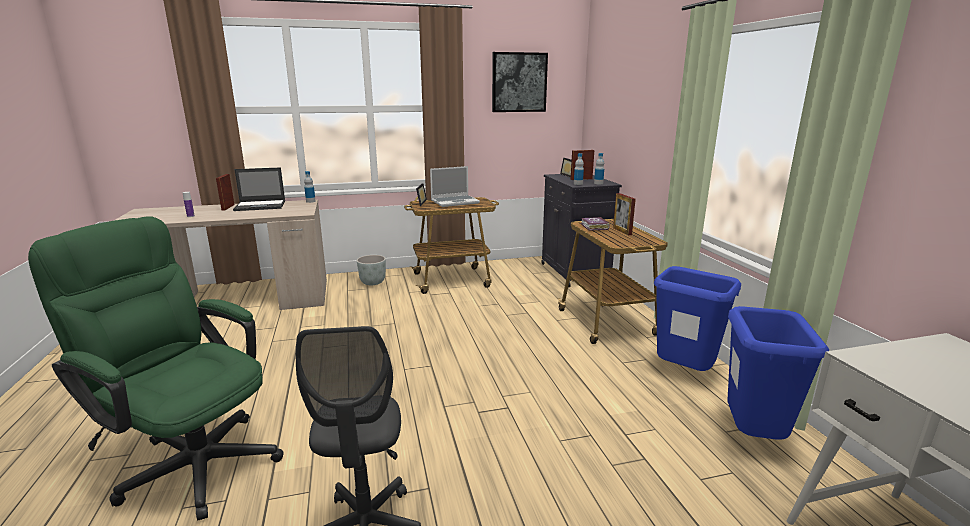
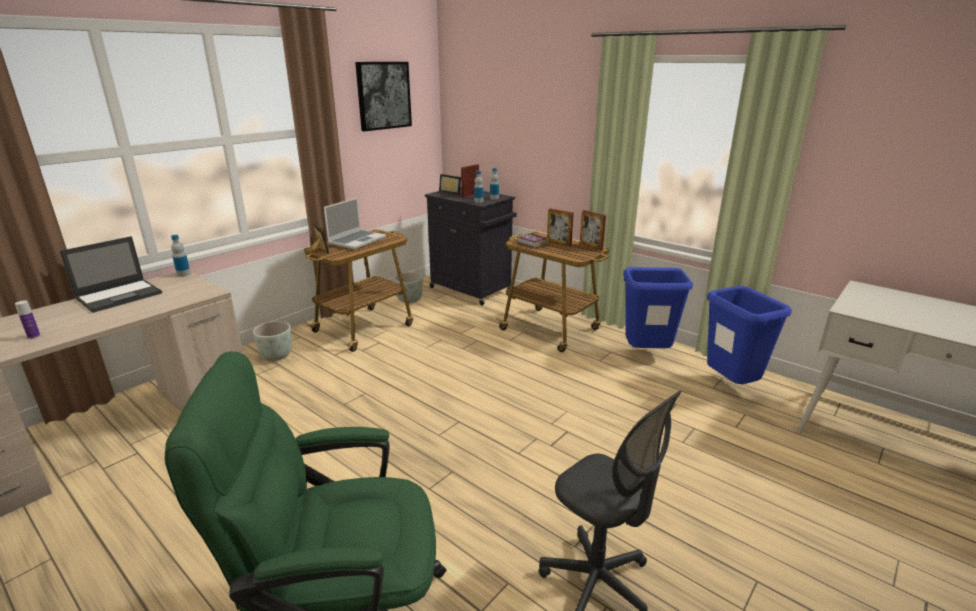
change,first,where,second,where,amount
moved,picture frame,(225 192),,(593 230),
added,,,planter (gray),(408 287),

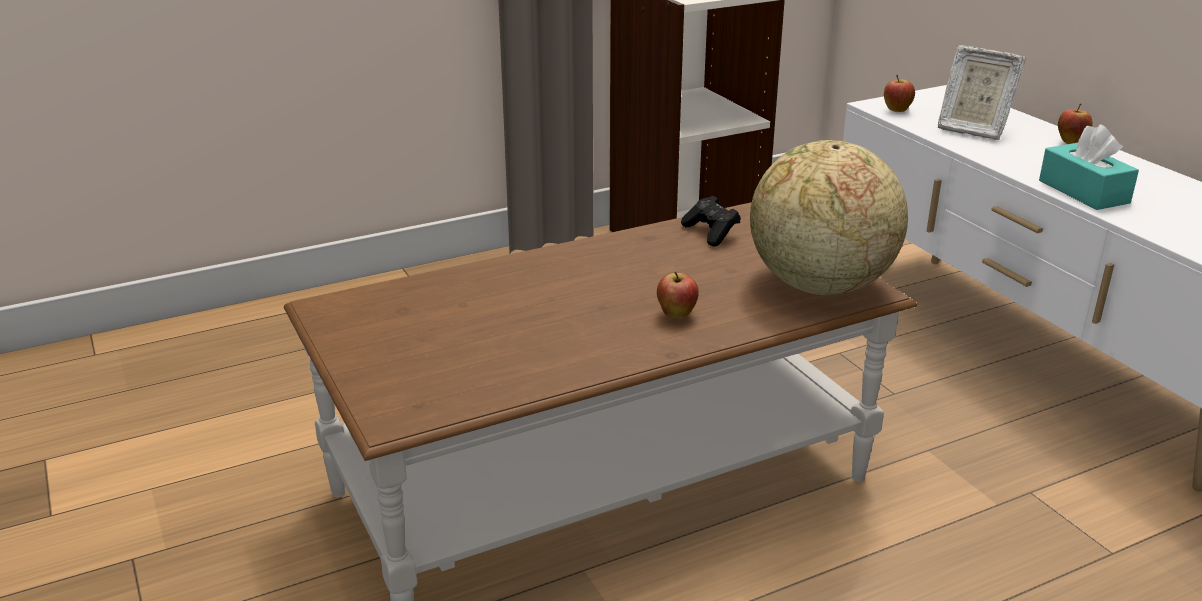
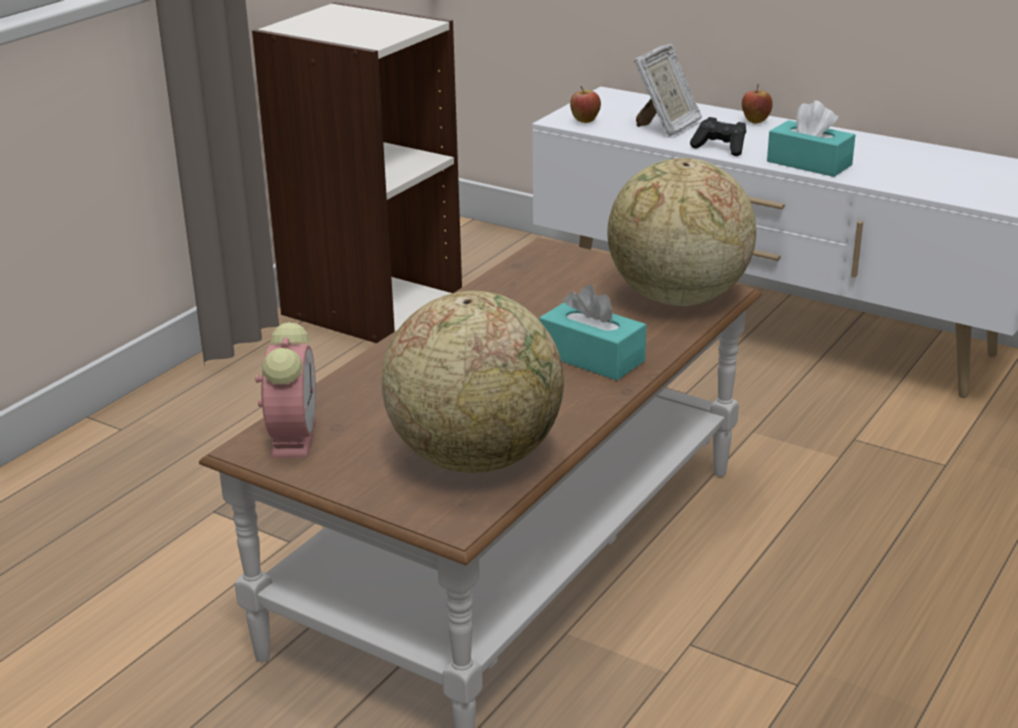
change,first,where,second,where,amount
turned,picture frame,(982 92),,(668 90),60 degrees counterclockwise
moved,gamepad (black-coloured),(711 221),,(718 136),
replaced,apple fruit,(678 295),box of tissues (blue-green),(592 332),
added,,,desk globe,(473 381),
added,,,table clock,(285 390),

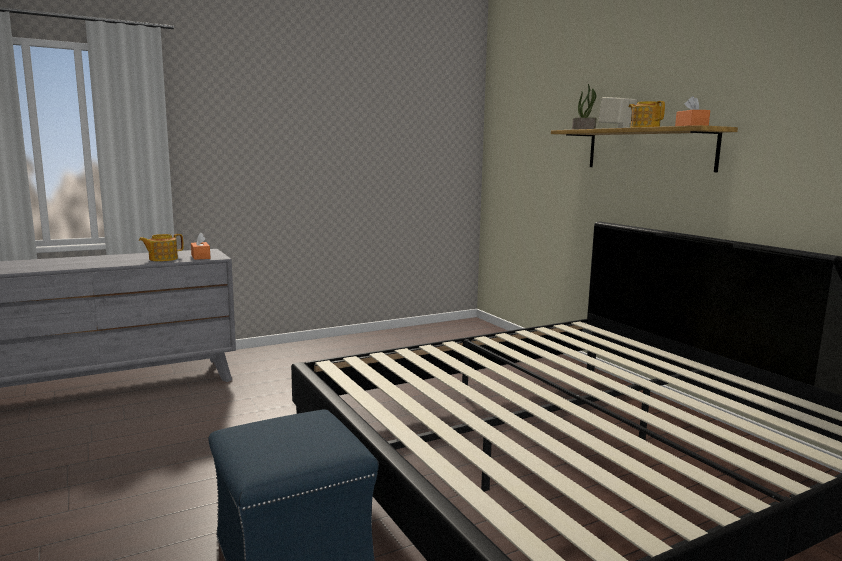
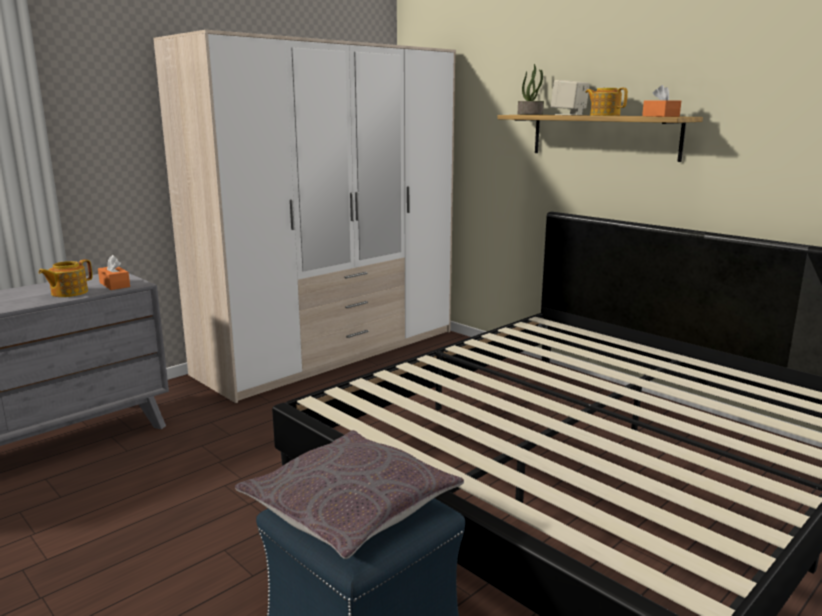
change,first,where,second,where,amount
added,,,armoire,(304 216),
added,,,cushion (gray),(349 494),

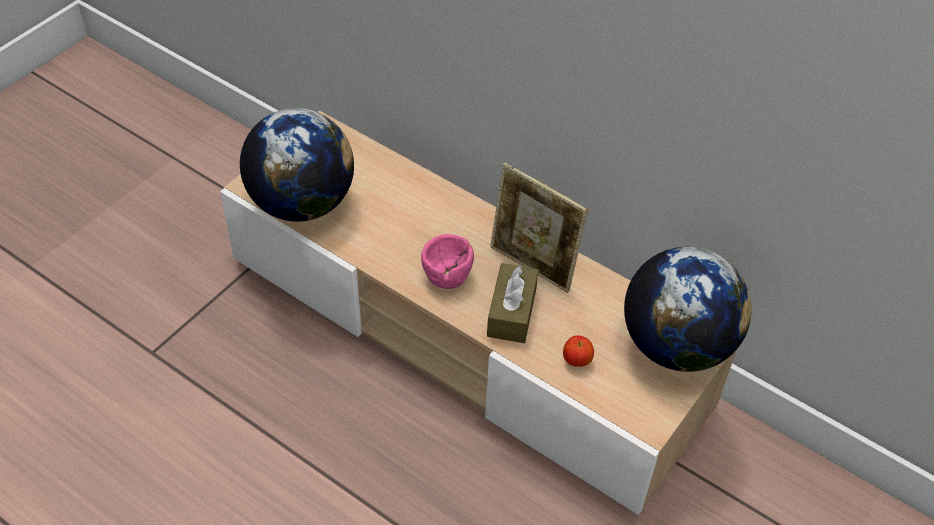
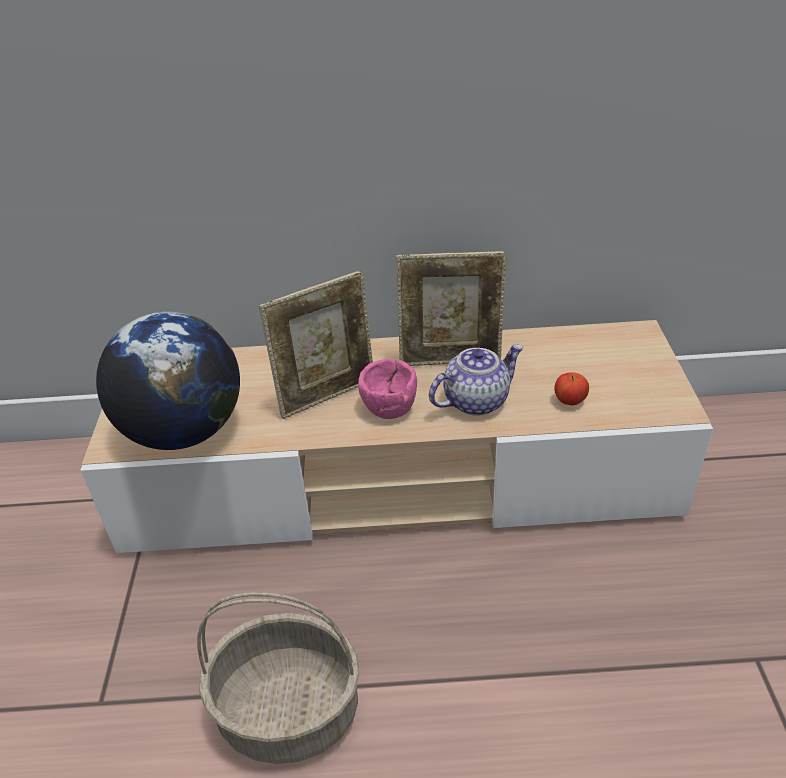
change,first,where,second,where,amount
removed,desk globe,(688 309),,,
replaced,box of tissues (brownish),(512 303),tea pot,(476 380),
added,,,picture frame,(316 344),
added,,,basket,(278 678),

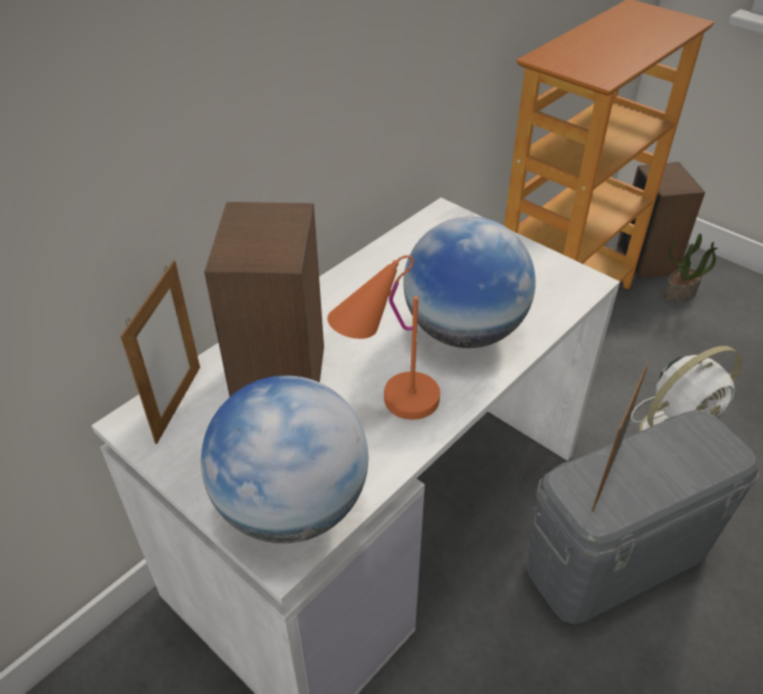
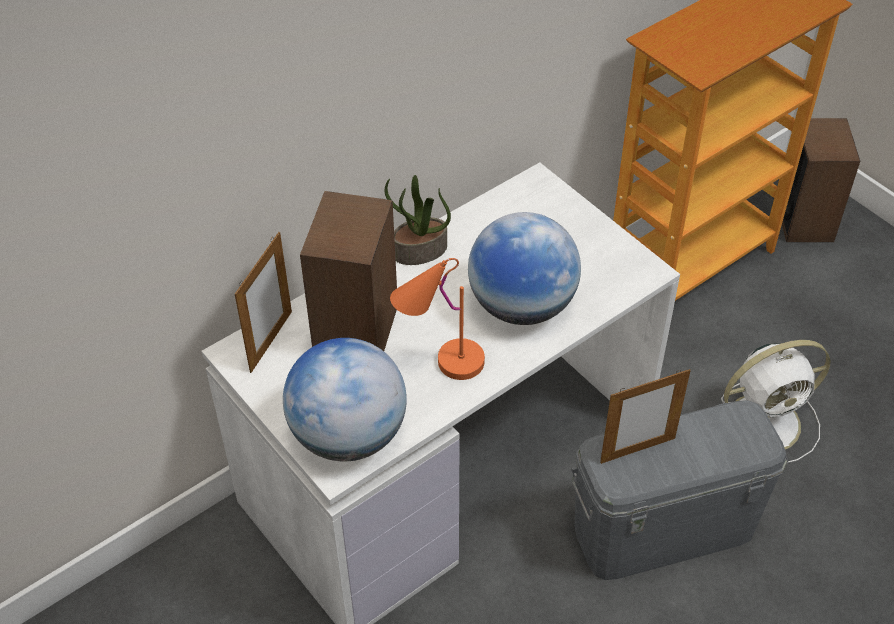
change,first,where,second,where,amount
moved,houseplant,(690 267),,(418 220),
turned,picture frame,(620 437),,(645 416),150 degrees counterclockwise

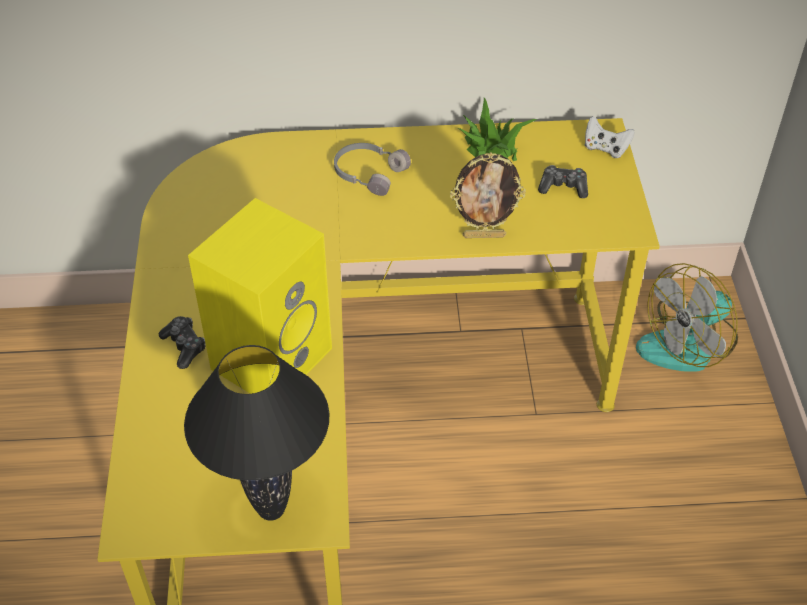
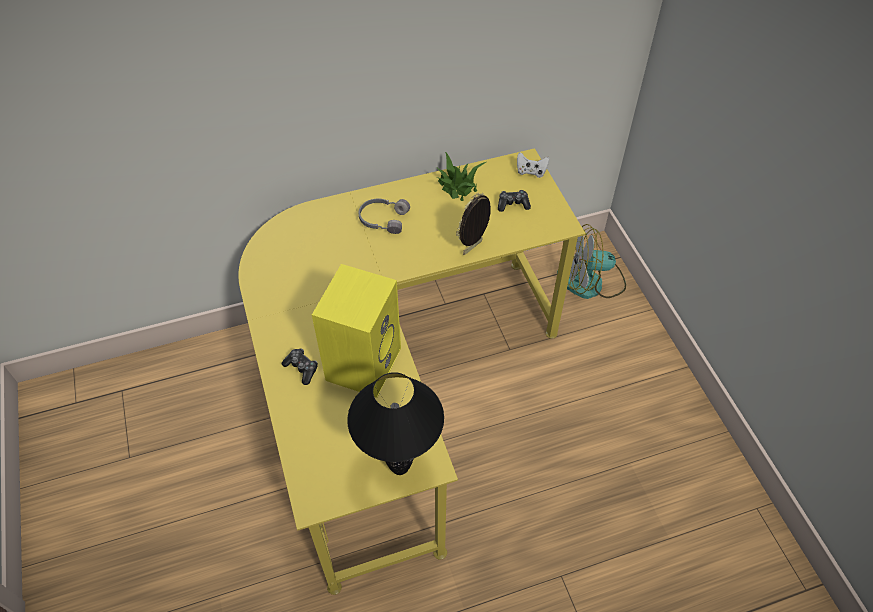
change,first,where,second,where,amount
turned,picture frame,(488 195),,(473 224),150 degrees clockwise
turned,electric fan,(687 317),,(591 261),45 degrees clockwise

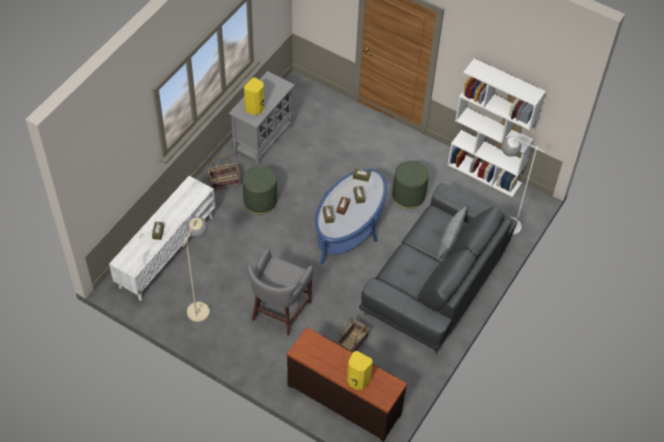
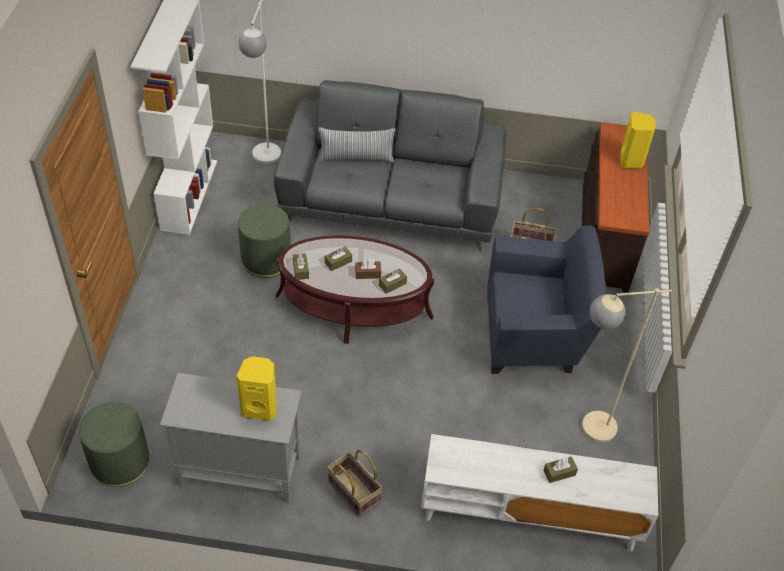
change,first,where,second,where,amount
moved,ottoman (green),(260 190),,(114 444),
recoloured,lounge table (blue),(351 216),lounge table (brownish),(354 289),
replaced,stool (gray),(280 292),lounge chair (blue),(546 299),

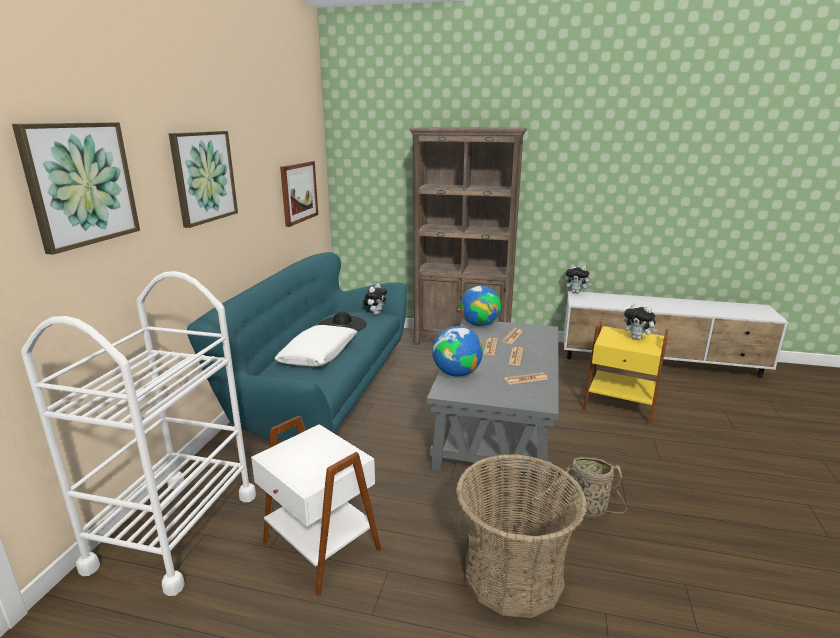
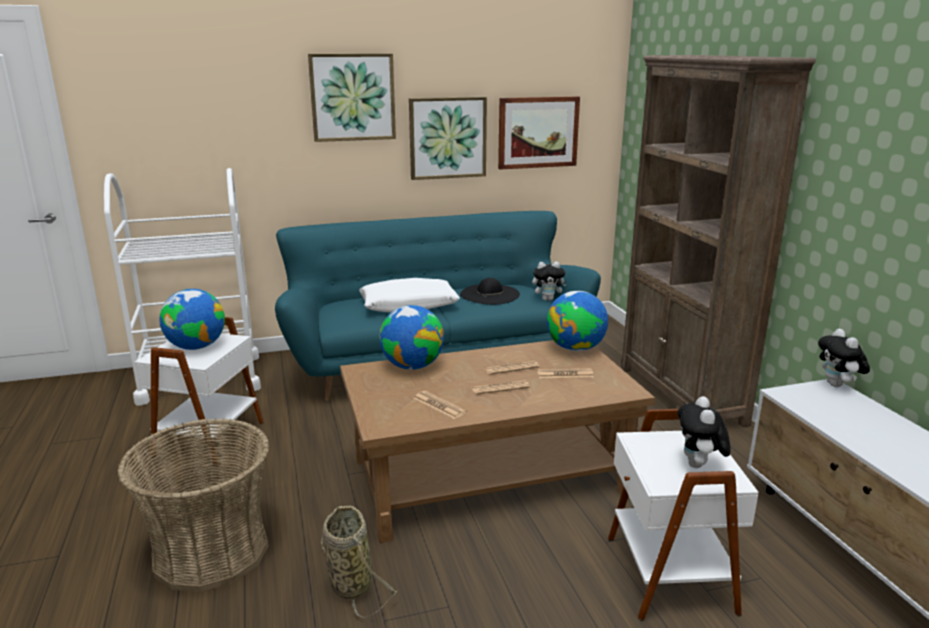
change,first,where,second,where,amount
moved,picture,(76 188),,(448 138),
recoloured,lounge table (gray),(493 403),lounge table (brownish),(497 441),
recoloured,side table (yellowish),(626 372),side table (white),(683 515),
added,,,desk globe,(192 319),

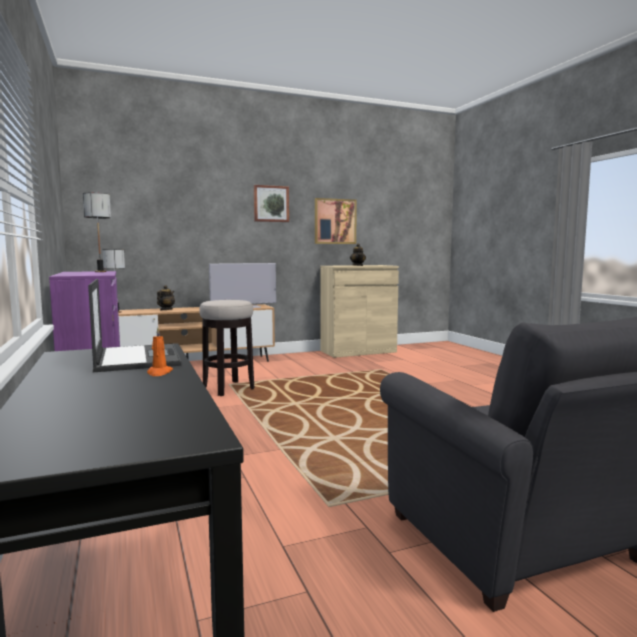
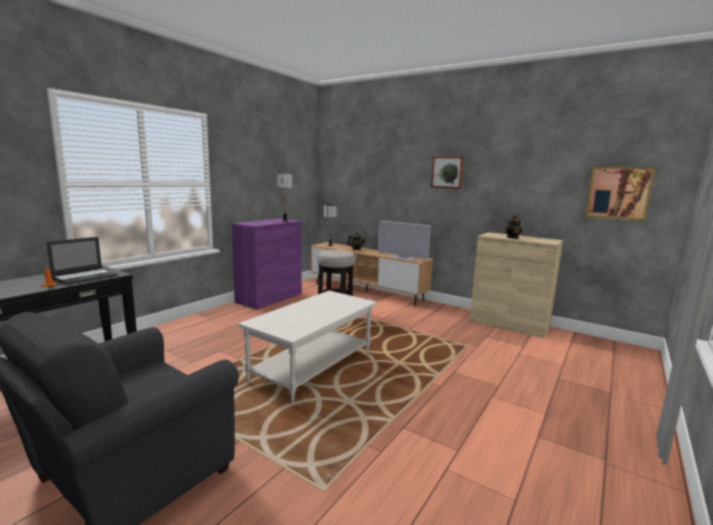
change,first,where,second,where,amount
moved,picture,(336 221),,(620 193),
added,,,lounge table (white),(307 347),

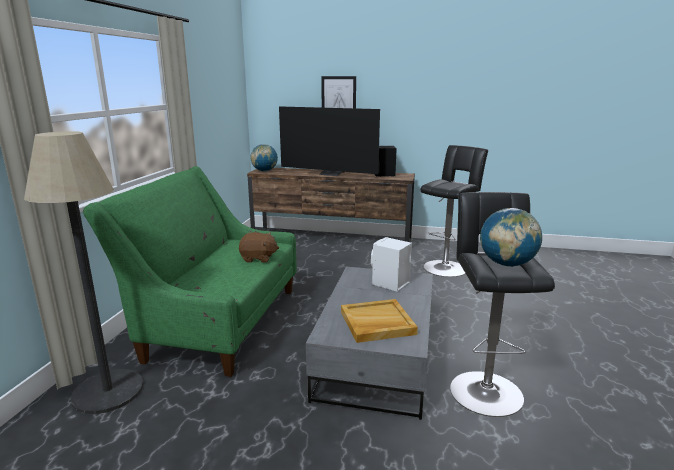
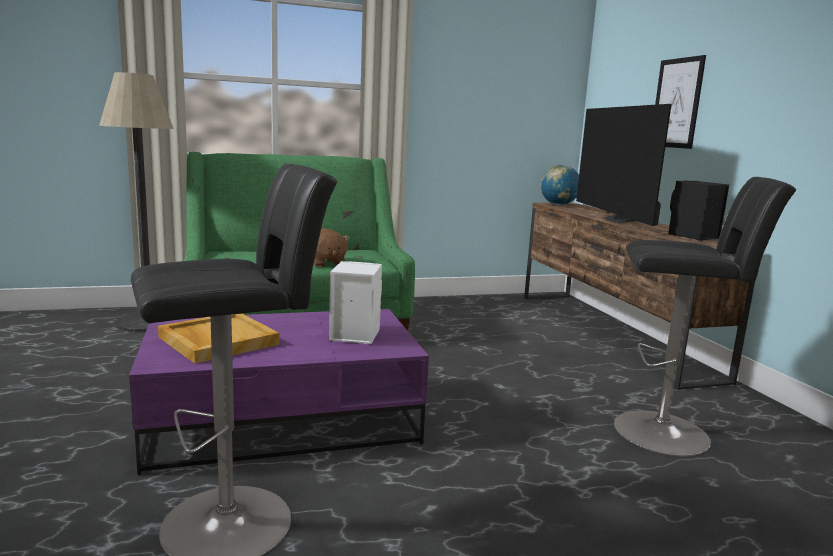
change,first,where,second,where,amount
removed,desk globe,(511 237),,,
recoloured,lounge table (gray),(369 343),lounge table (purple-coloured),(279 392),

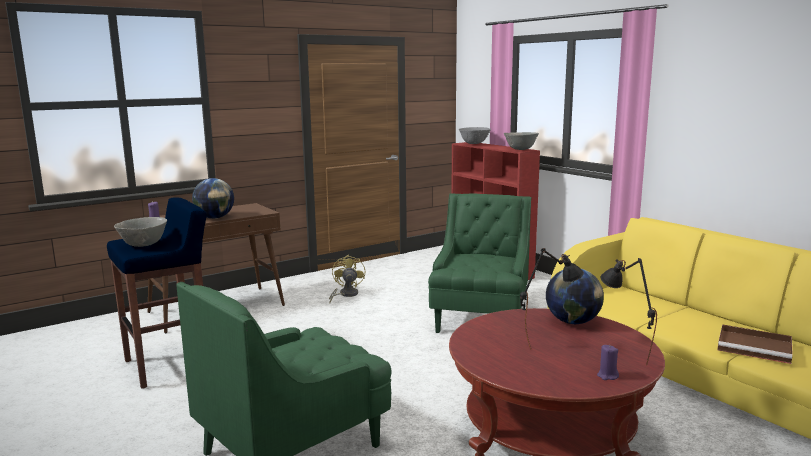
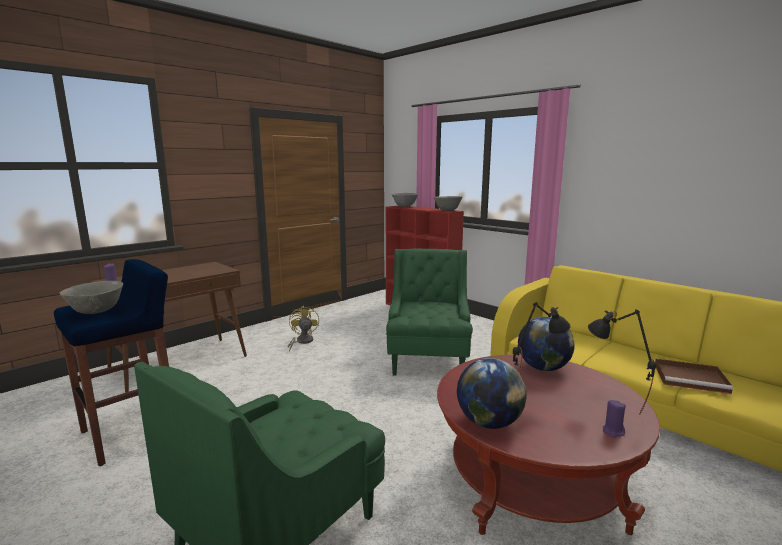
change,first,where,second,where,amount
moved,desk globe,(213 198),,(492 393),

